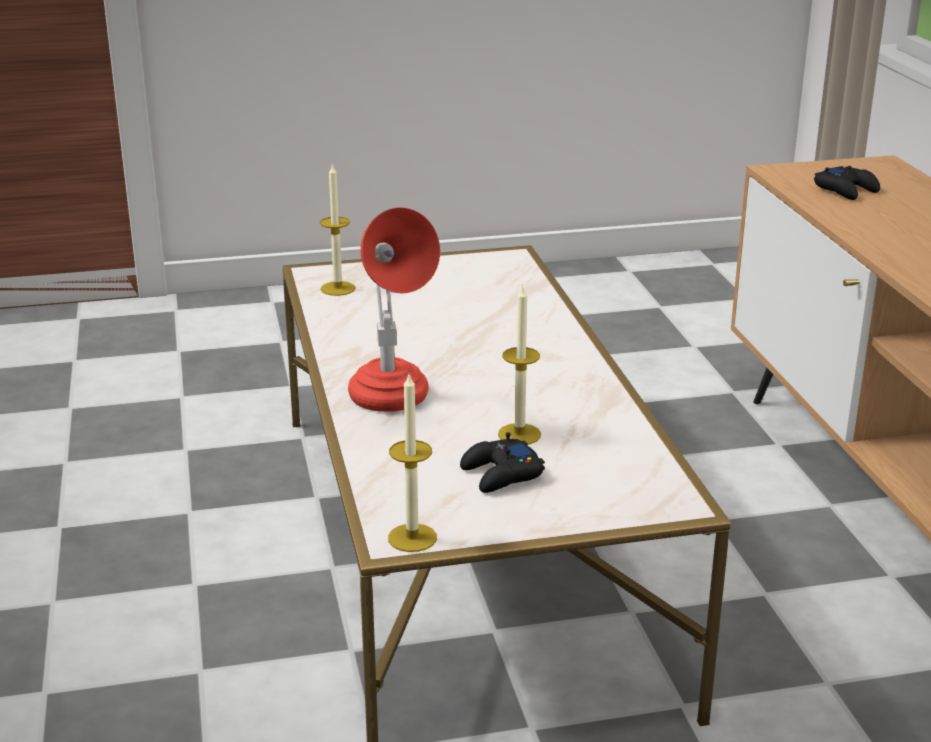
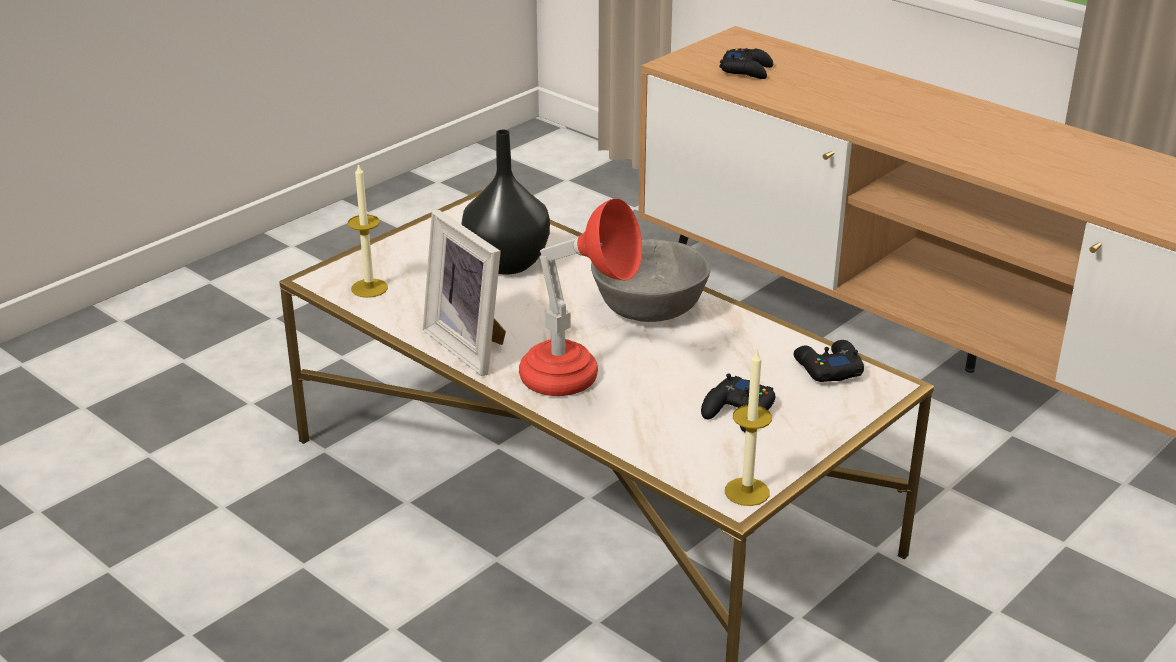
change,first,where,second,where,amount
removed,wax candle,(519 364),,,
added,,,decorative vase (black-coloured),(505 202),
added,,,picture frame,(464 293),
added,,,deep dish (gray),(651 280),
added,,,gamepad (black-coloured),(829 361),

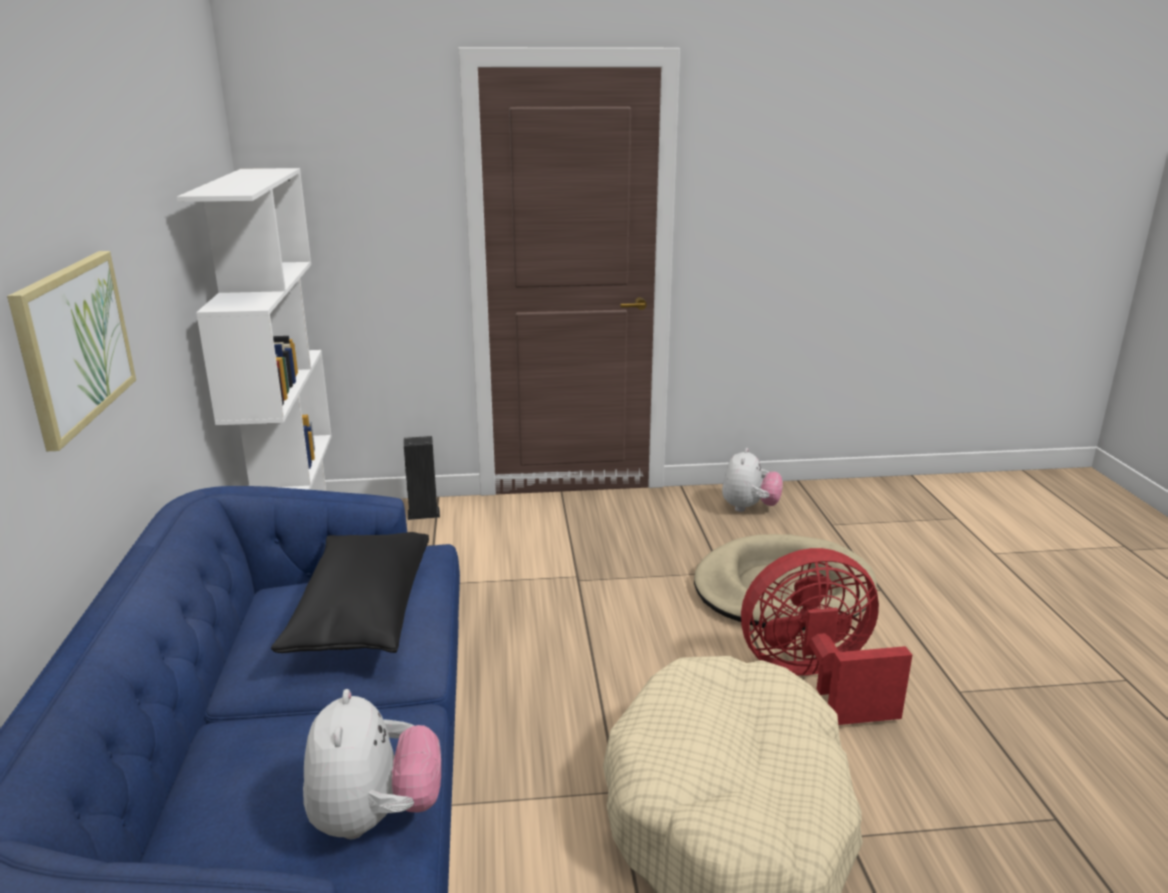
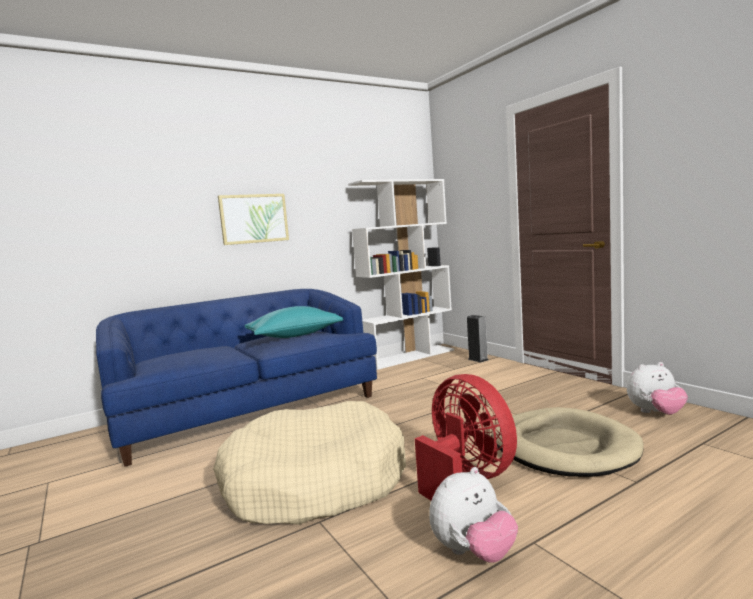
change,first,where,second,where,amount
recoloured,cushion (black-coloured),(350 592),cushion (blue-green),(294 322),
moved,cuddly toy,(372 764),,(473 515),

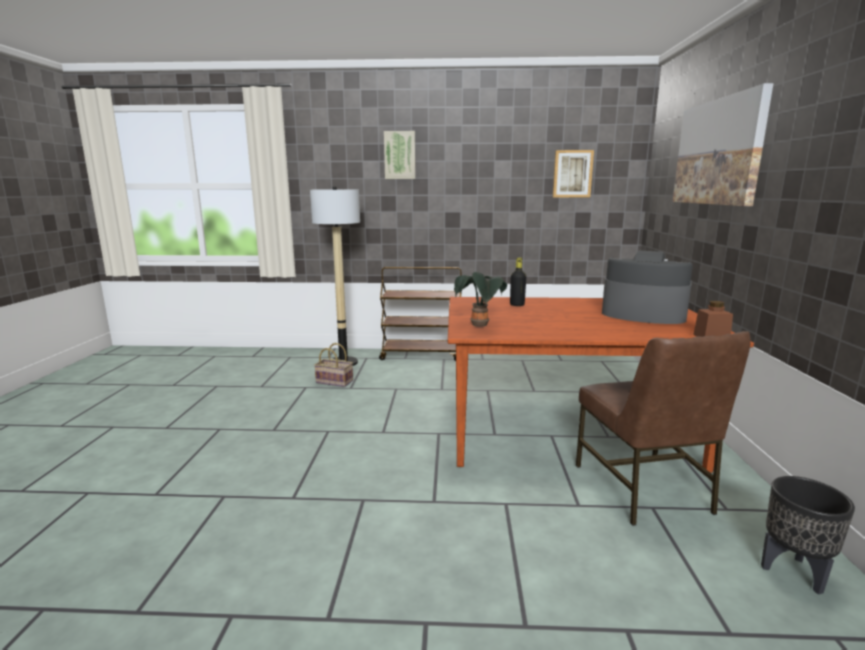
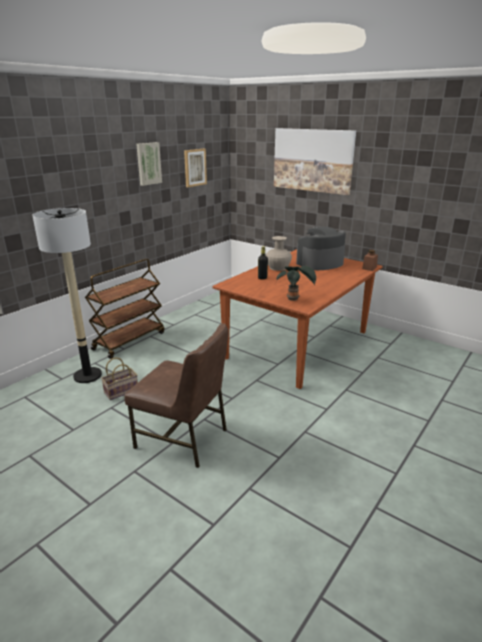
change,first,where,second,where,amount
moved,picture,(400 155),,(149 164),
moved,upright chair (brownish),(663 428),,(176 395),
removed,planter (black-coloured),(808 535),,,
added,,,decorative vase (sand-coloured),(279 253),

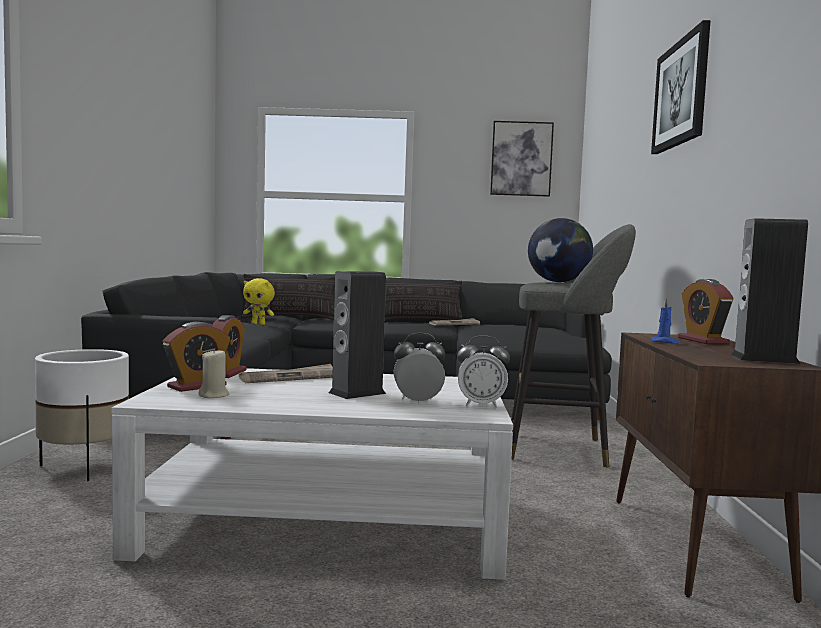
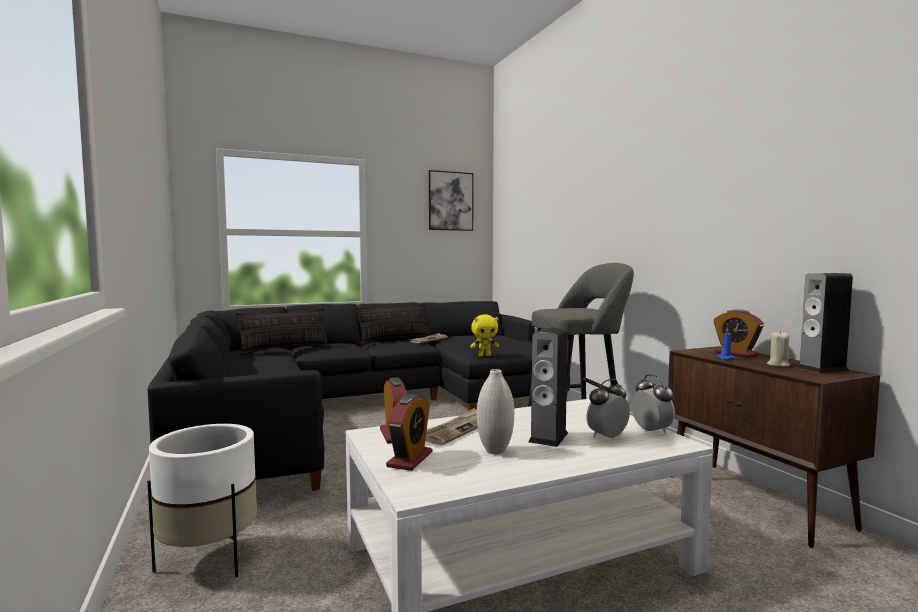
change,first,where,second,where,amount
removed,picture,(681 87),,,
removed,desk globe,(560 250),,,
moved,cuddly toy (yellowish),(259 301),,(484 336),
turned,table clock,(483 371),,(653 404),90 degrees counterclockwise
moved,wax candle (sand-coloured),(213 373),,(778 349),
added,,,decorative vase (white),(495 411),

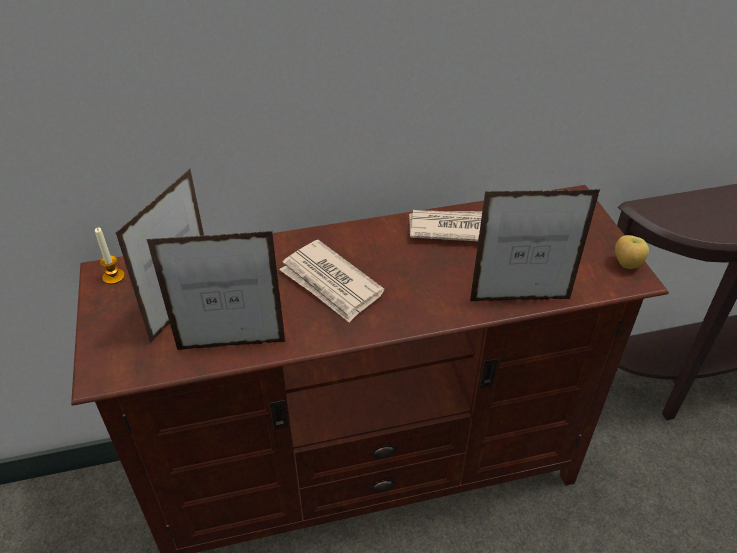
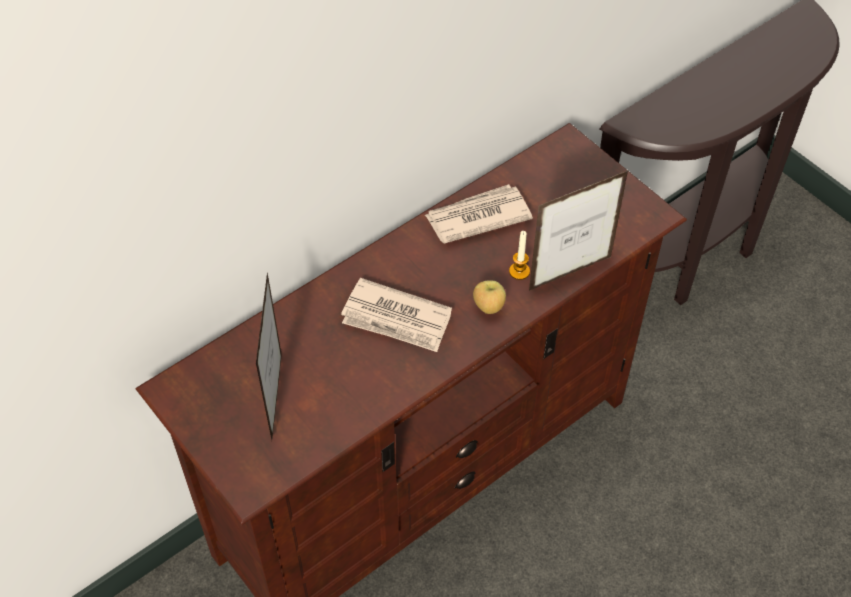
change,first,where,second,where,amount
moved,wax candle,(110 255),,(519 255),
removed,picture frame,(216 290),,,
moved,apple fruit,(632 252),,(489 297),

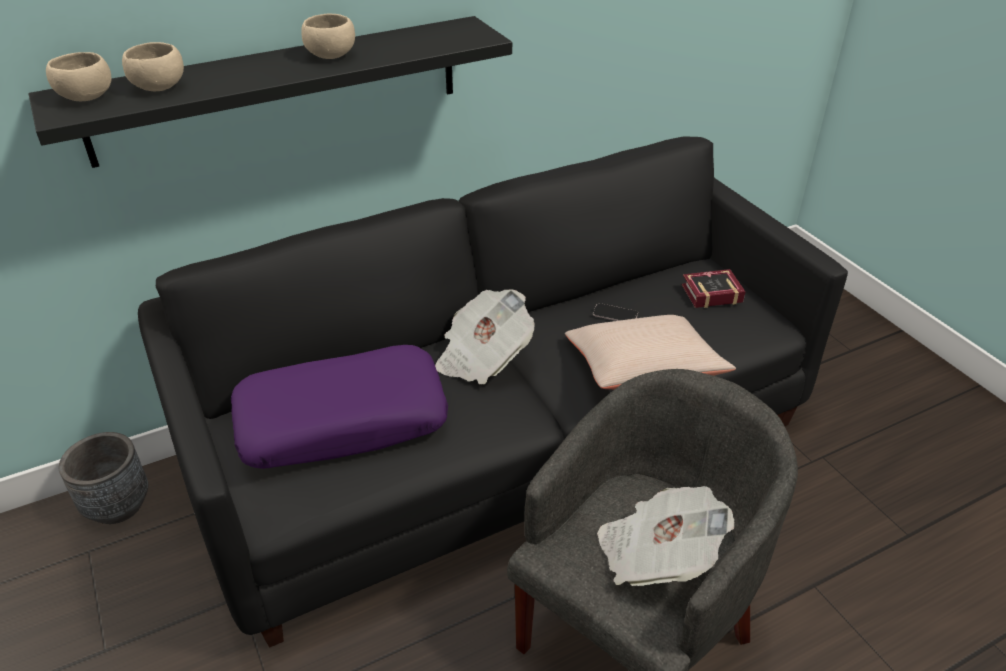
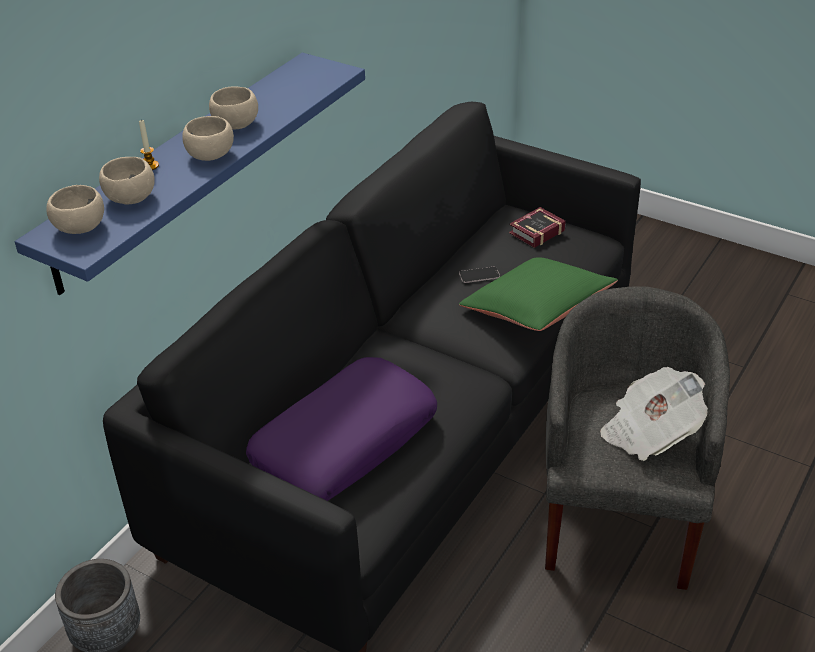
change,first,where,second,where,amount
recoloured,bracket shelf (black-coloured),(270 92),bracket shelf (blue),(190 174),
removed,daily paper,(485 337),,,
recoloured,cushion (sand-coloured),(650 352),cushion (green),(538 294),
added,,,deep dish (sand-coloured),(208 138),
added,,,wax candle,(149 145),

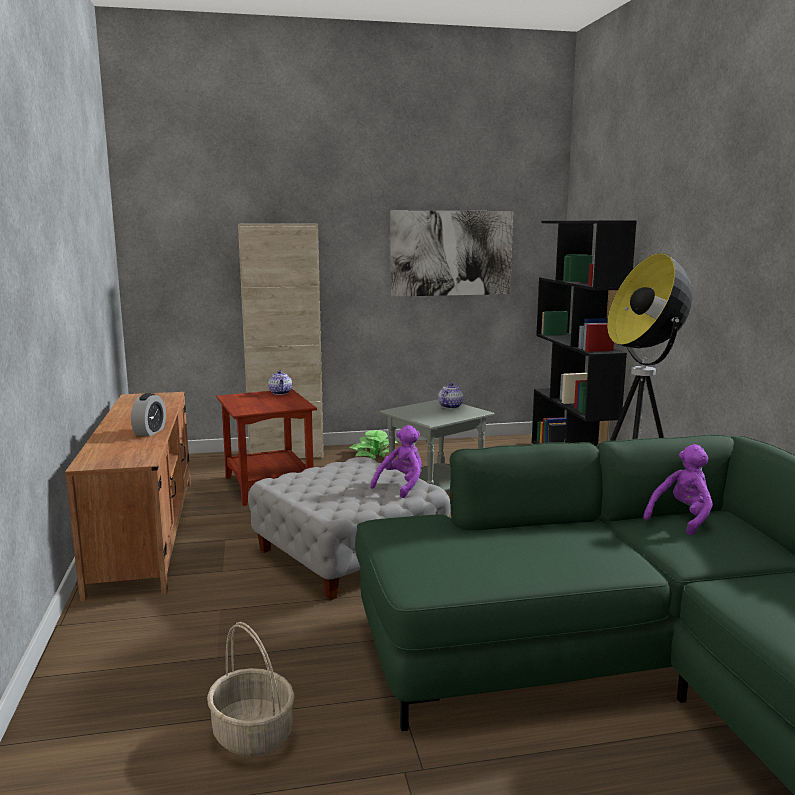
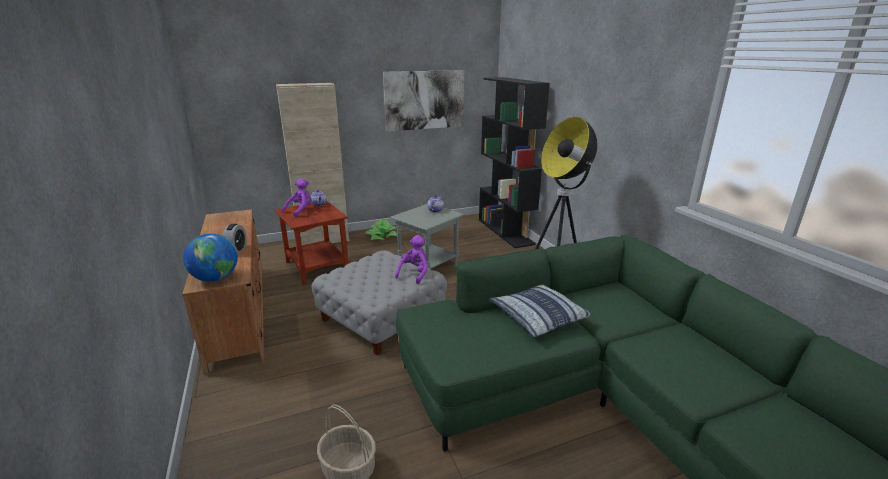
change,first,where,second,where,amount
moved,cuddly toy (purple-coloured),(678 489),,(296 197),
added,,,desk globe,(210 257),
added,,,cushion,(540 311),

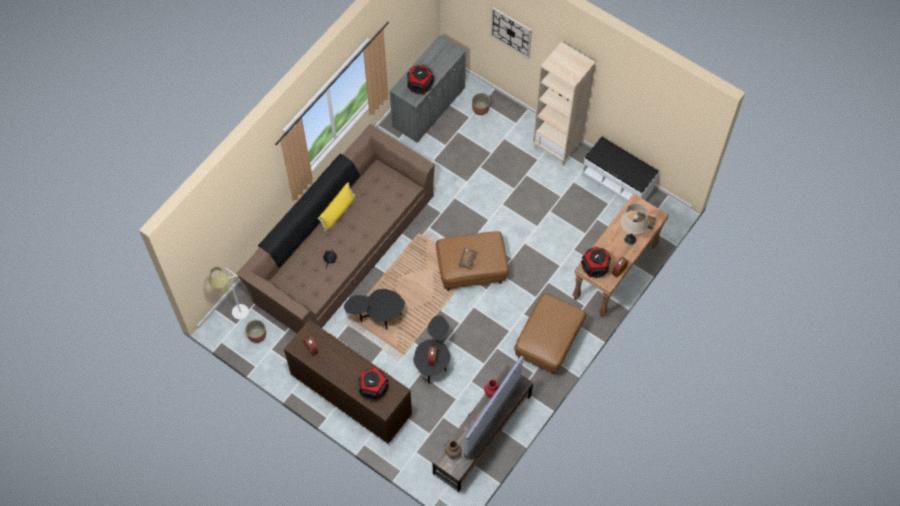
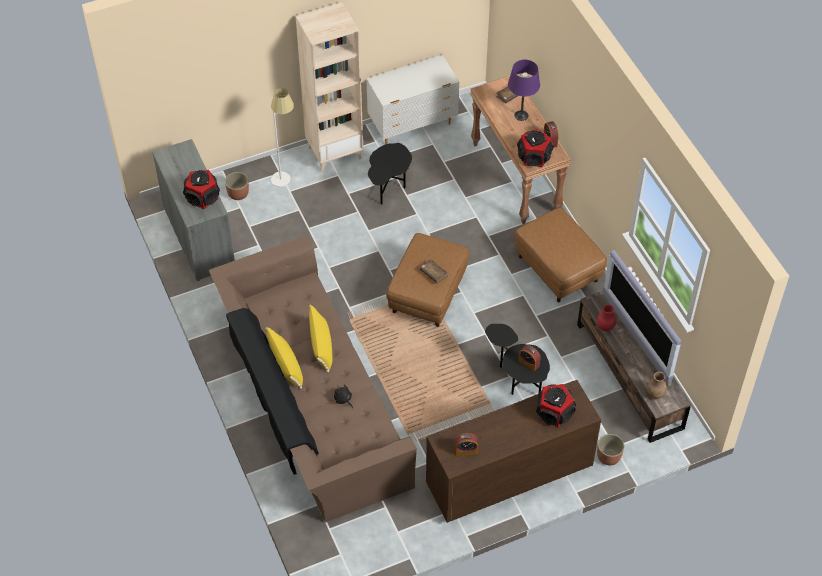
change,first,where,second,where,amount
removed,wall clock,(511 32),,,
replaced,long seat (white),(620 169),dresser (white),(412 99),
recoloured,tabletop lamp (sand-coloured),(634 224),tabletop lamp (purple-coloured),(524 90),
moved,floor lamp (white),(229 293),,(282 137),
moved,side table (black-coloured),(374 309),,(390 174),
moved,planter,(255 331),,(610 449),
added,,,cushion (yellowish),(320 338),

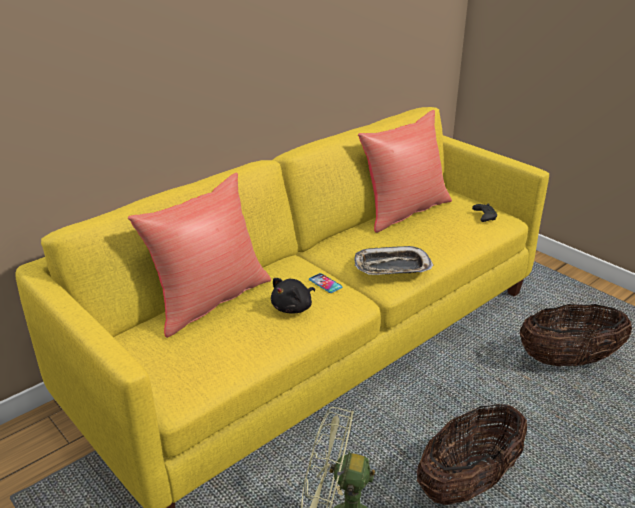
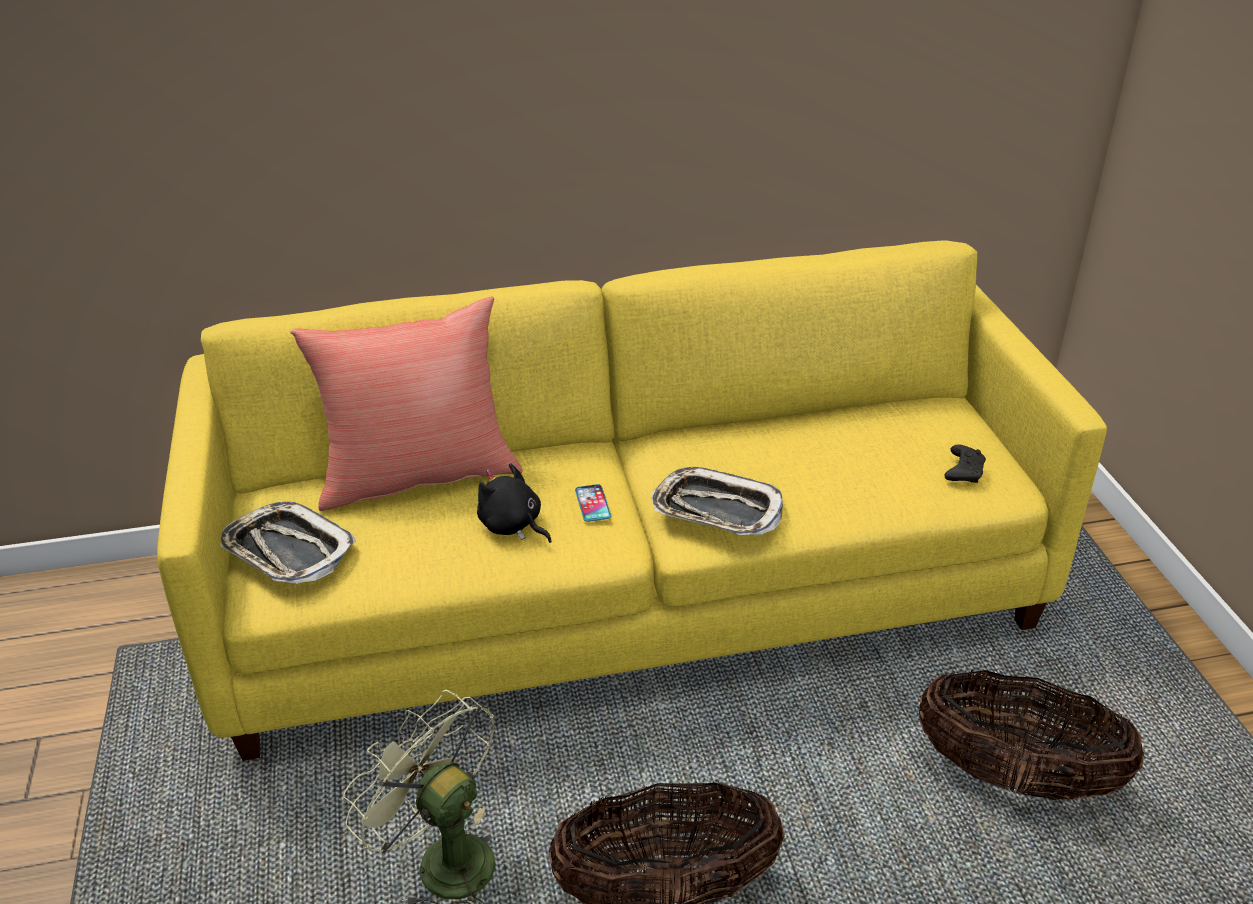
change,first,where,second,where,amount
removed,cushion (red-coloured),(405 171),,,
turned,cuddly toy (black-coloured),(293 296),,(514 503),60 degrees clockwise
added,,,carrying tray,(289 543),

